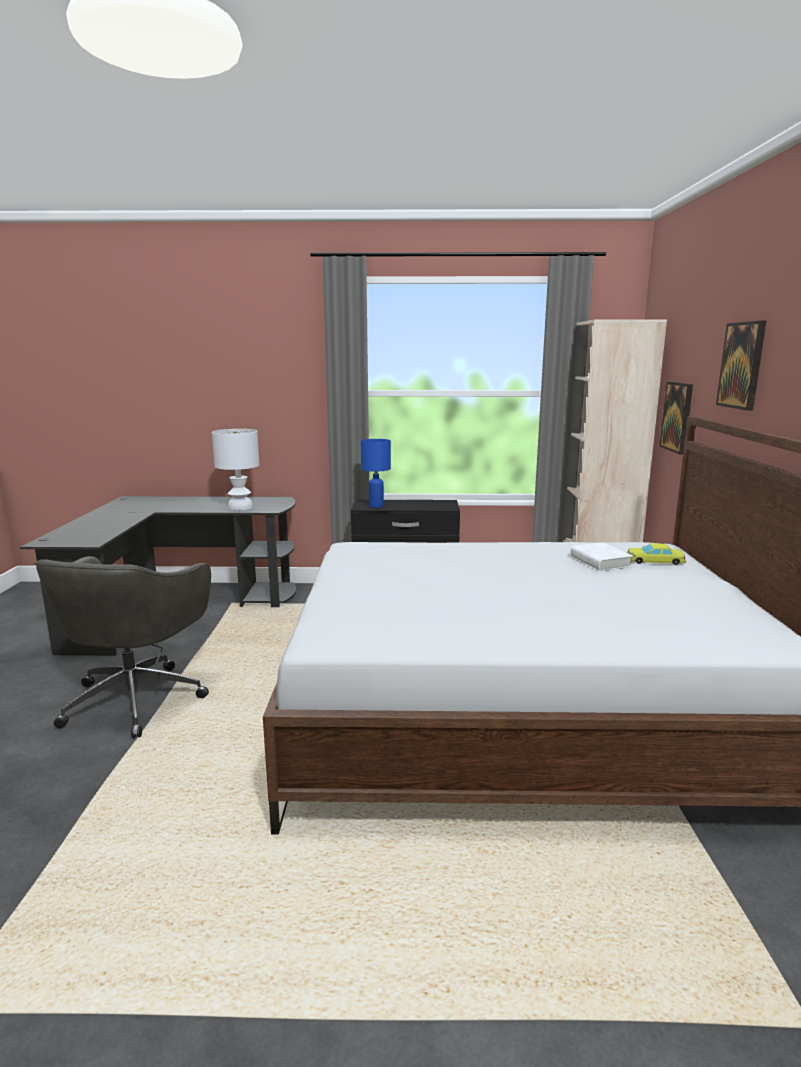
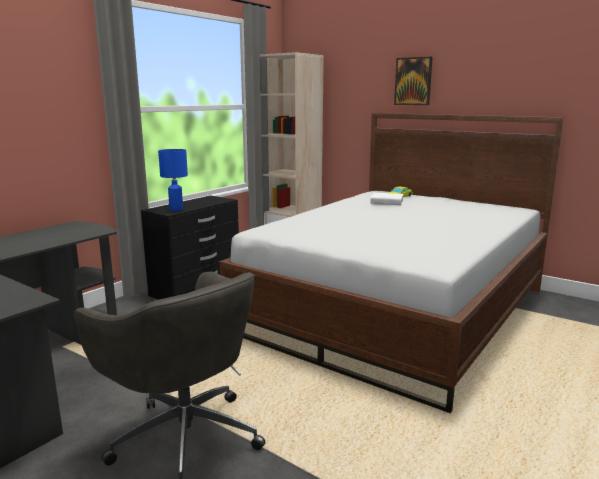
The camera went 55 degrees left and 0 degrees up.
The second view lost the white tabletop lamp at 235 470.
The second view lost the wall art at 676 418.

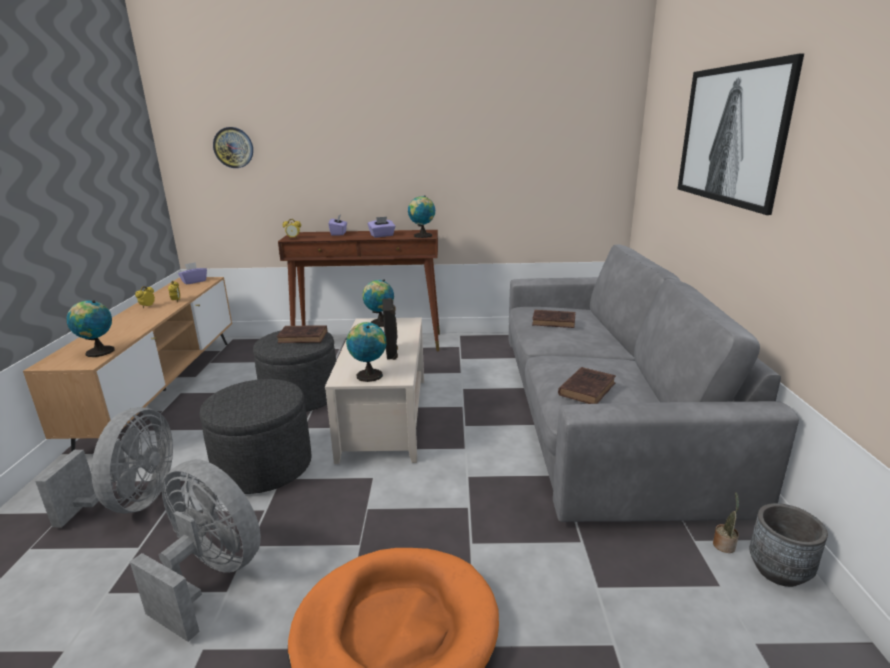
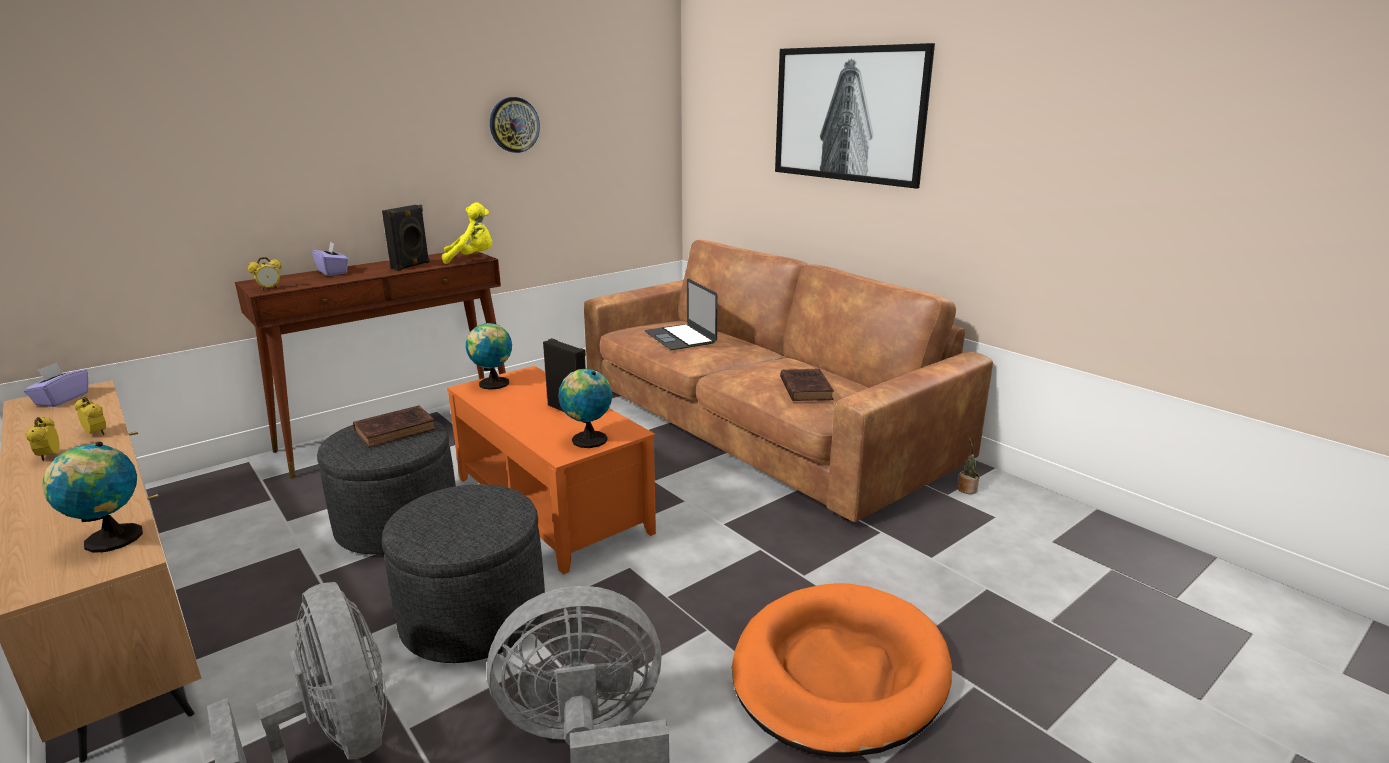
The camera went 40 degrees left and 0 degrees up.
The second view lost the gray planter at 788 545.
The wall clock ended up elsewhere, having gone from 233 147 to 515 125.
Where the purplish box of tissues stood at 382 227, the black loudspeaker came to stand at 406 238.
Where the desk globe stood at 421 216, the yellow plush toy came to stand at 467 233.
Where the brown-coloured book stood at 553 319, the portable computer came to stand at 681 314.
What was the sand-coloured low table at 374 391 turned into the orange low table at 551 470.
What was the gray sofa at 654 383 turned into the brown-coloured sofa at 788 381.

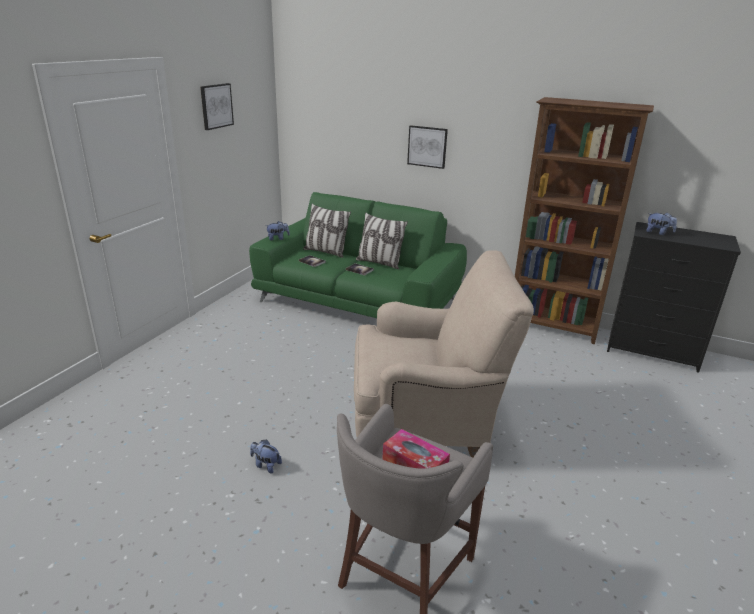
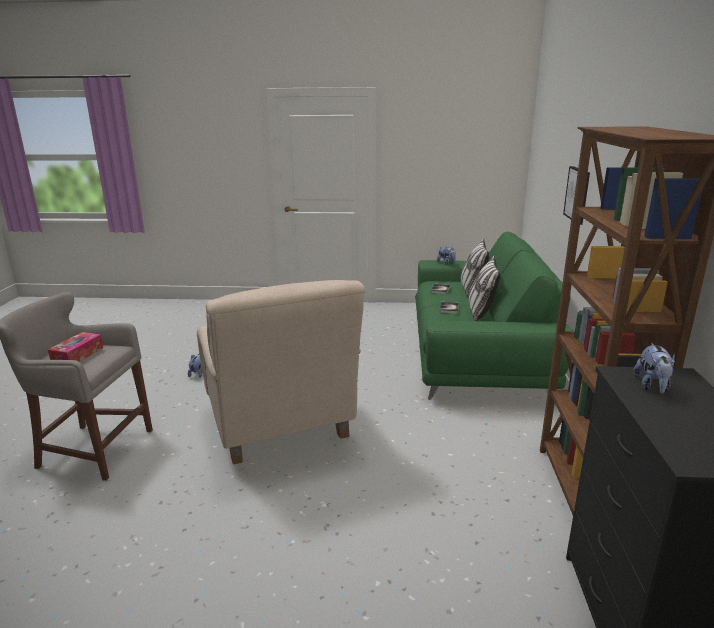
The camera went 70 degrees right and 5 degrees down.
The second view lost the wall art at 217 106.

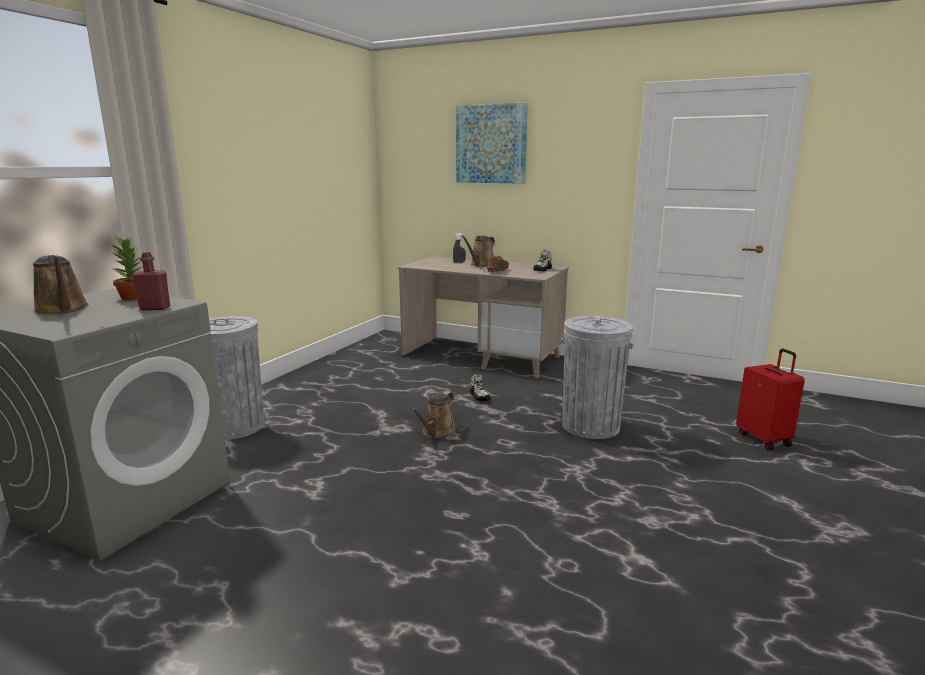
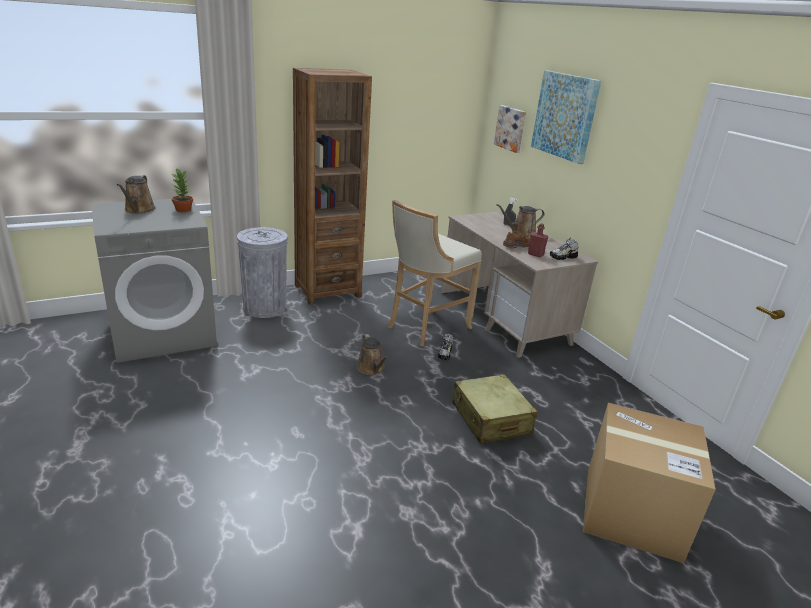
The camera went 35 degrees right and 10 degrees up.
The second view gained the brown-coloured shelving unit at 332 186.
The second view gained the sand-coloured stool at 435 273.
The second view gained the wall art at 510 129.
The red-coloured drink bottle ended up elsewhere, having gone from 151 281 to 538 240.
Where the gray rubbish bin stood at 597 377, the sand-coloured travel case came to stand at 495 409.
Where the red-coloured travel case stood at 770 399, the cardboard box came to stand at 649 483.
The brown-coloured sprinkling can at 433 415 ended up facing another way, 90 degrees counterclockwise from before.

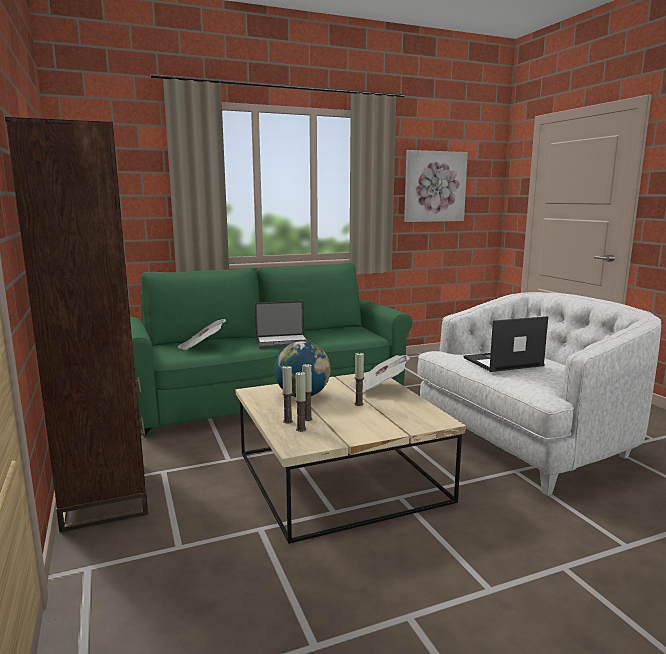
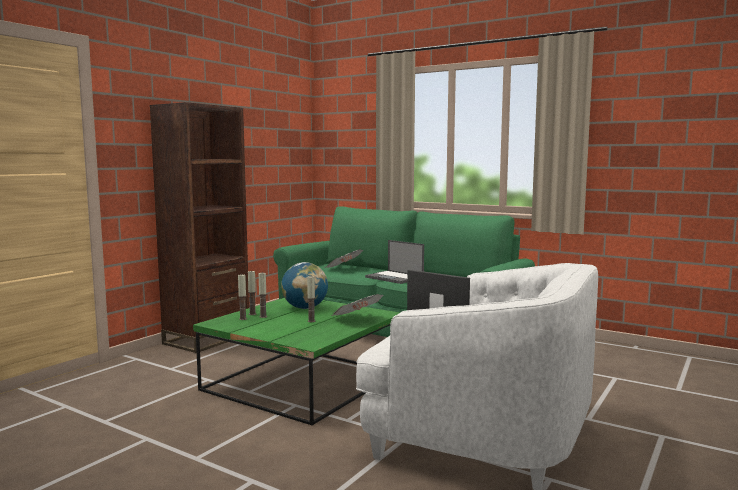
The camera went 55 degrees right and 5 degrees down.
The second view lost the wall art at 436 186.
What was the sand-coloured low table at 350 458 turned into the green-coloured low table at 296 361.

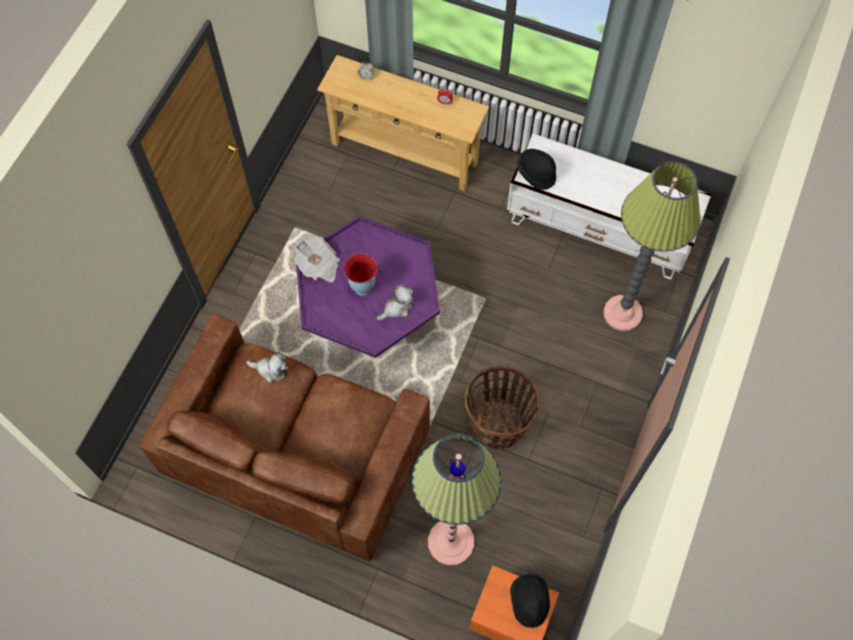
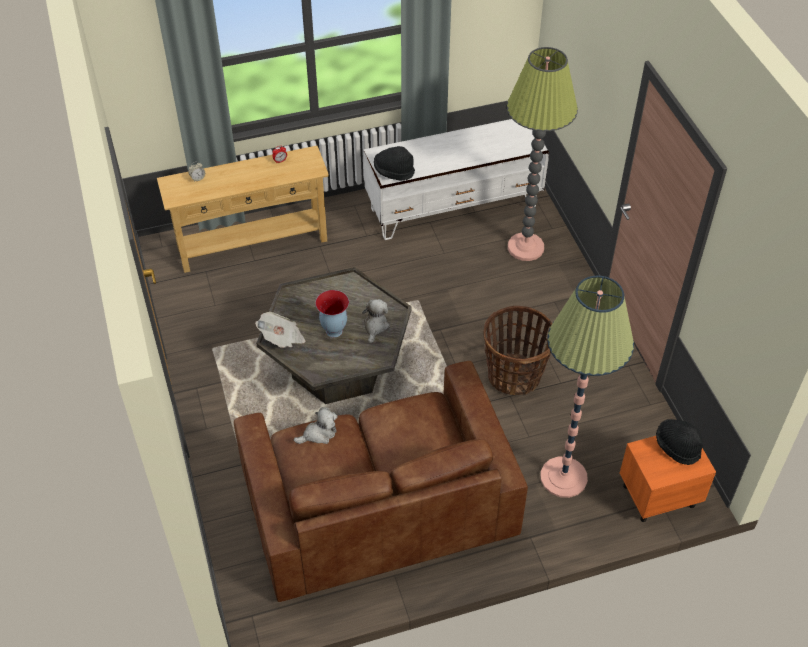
The camera went 40 degrees left and 15 degrees down.
What was the purplish low table at 368 287 turned into the gray low table at 334 335.

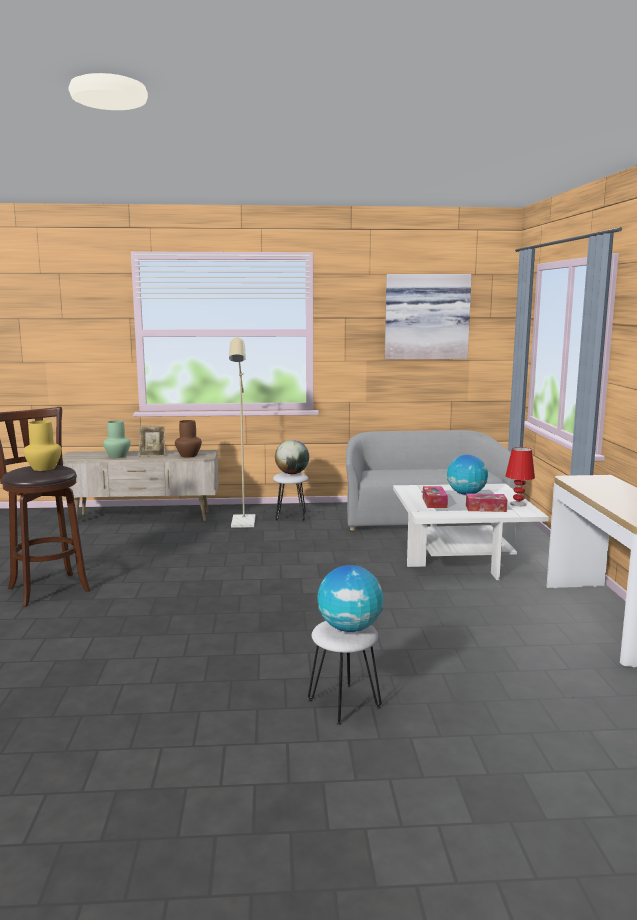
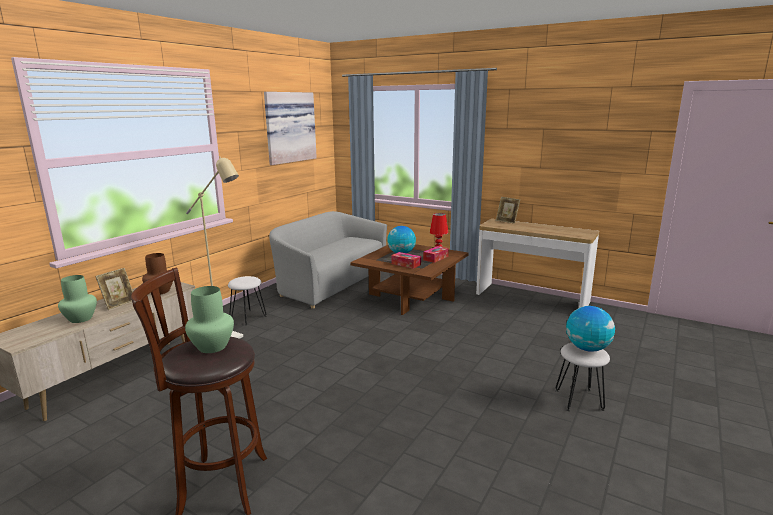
The camera went 55 degrees left and 5 degrees up.
The second view lost the desk globe at 292 457.
The second view gained the picture frame at 508 210.
What was the yellow decorative vase at 42 445 turned into the green-coloured decorative vase at 209 319.
What was the white low table at 471 532 turned into the brown-coloured low table at 409 280.

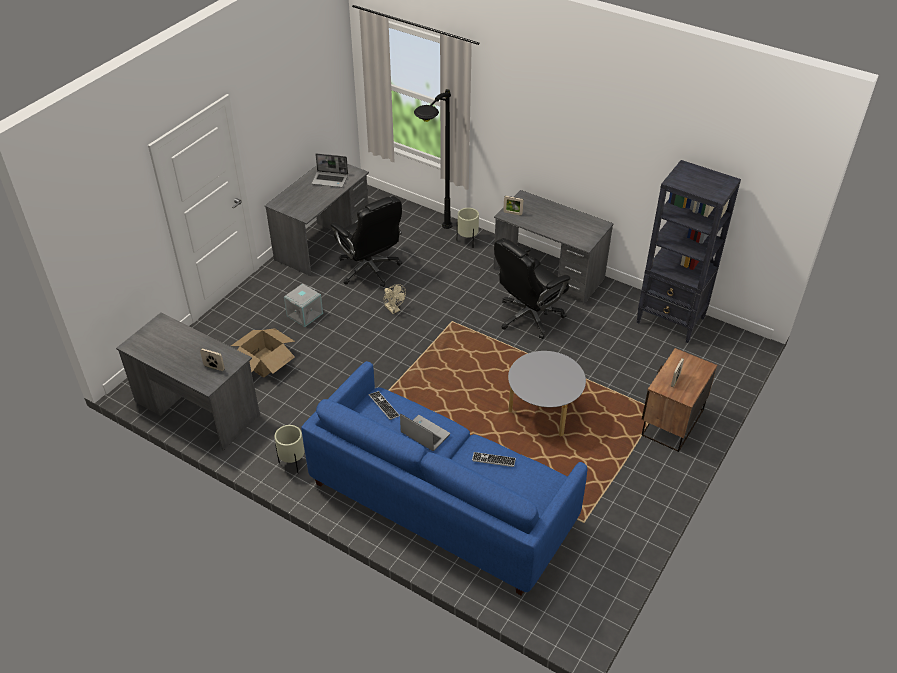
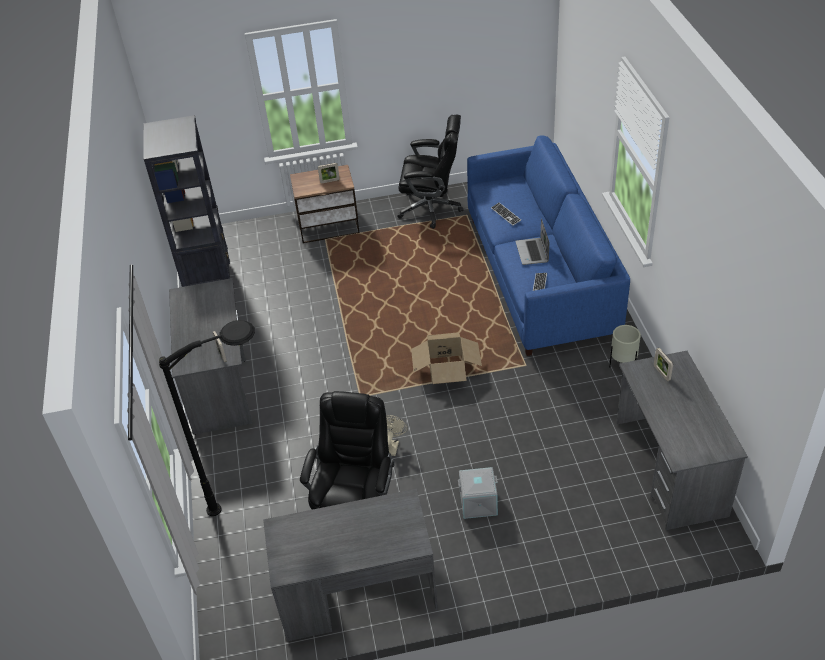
The camera went 130 degrees left and 0 degrees up.
The second view lost the portable computer at 330 170.
The second view lost the sand-coloured planter at 468 226.
The second view lost the gray low table at 547 394.
The cardboard box ended up elsewhere, having gone from 263 353 to 446 358.
The black office chair ended up elsewhere, having gone from 532 288 to 430 172.

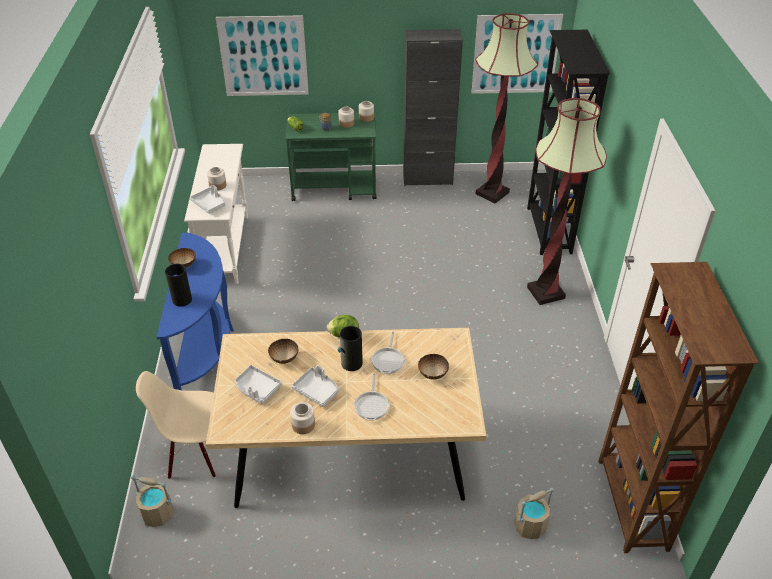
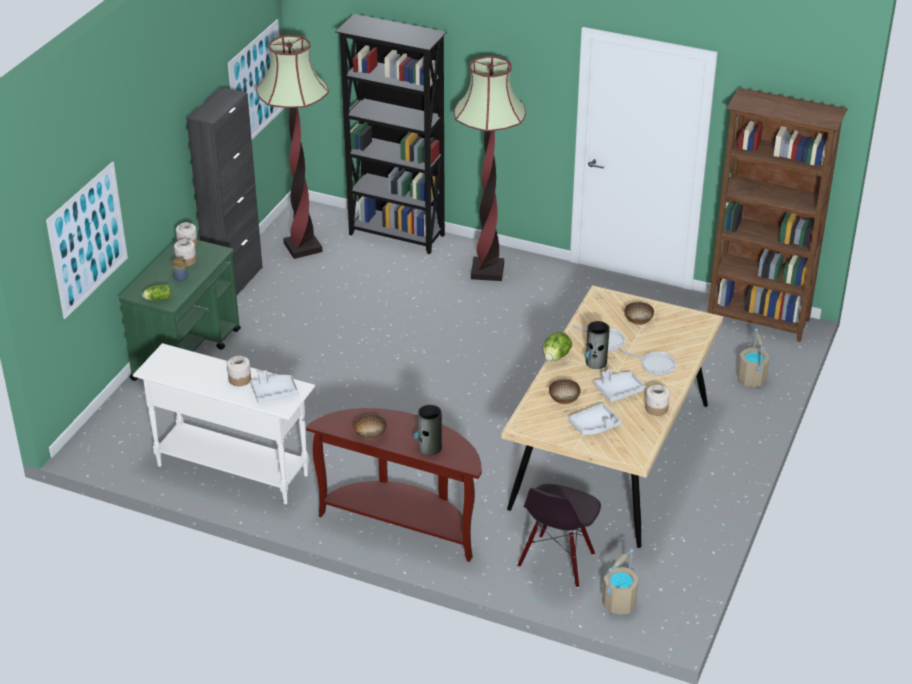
The camera went 65 degrees left and 5 degrees down.
What was the sand-coloured chair at 176 425 turned into the black chair at 559 536.
What was the bluish console table at 195 311 turned into the brown-coloured console table at 394 485.

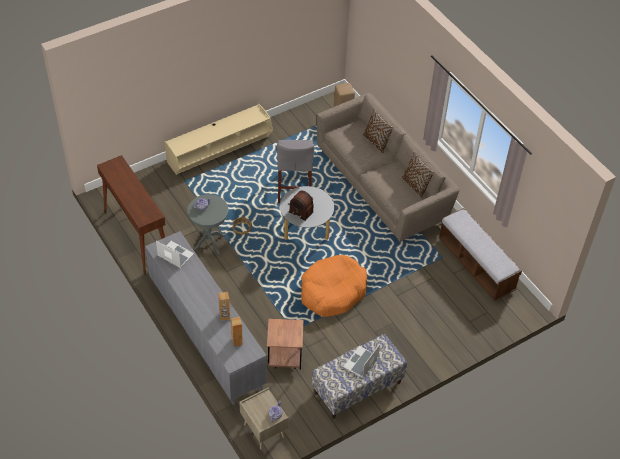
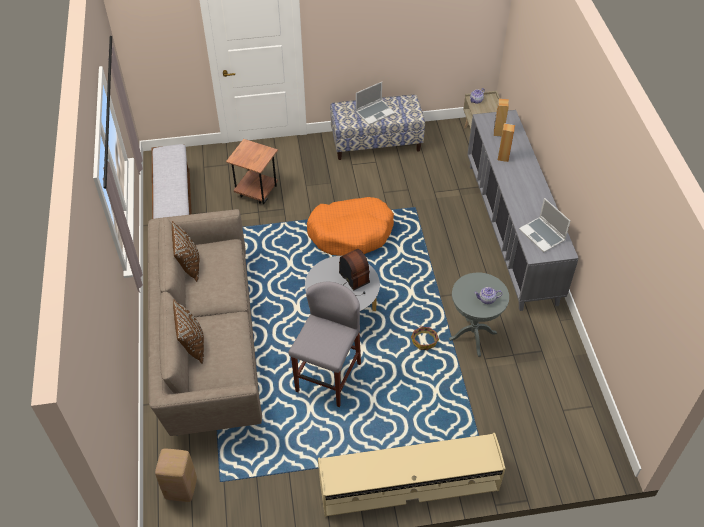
The camera went 155 degrees left and 0 degrees up.
The second view lost the brown-coloured console table at 131 215.
The brown-coloured accent table ended up elsewhere, having gone from 285 344 to 252 171.

